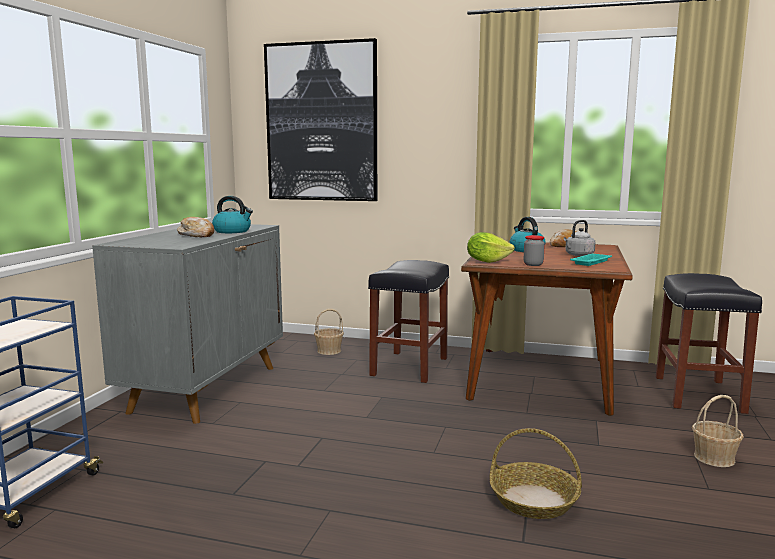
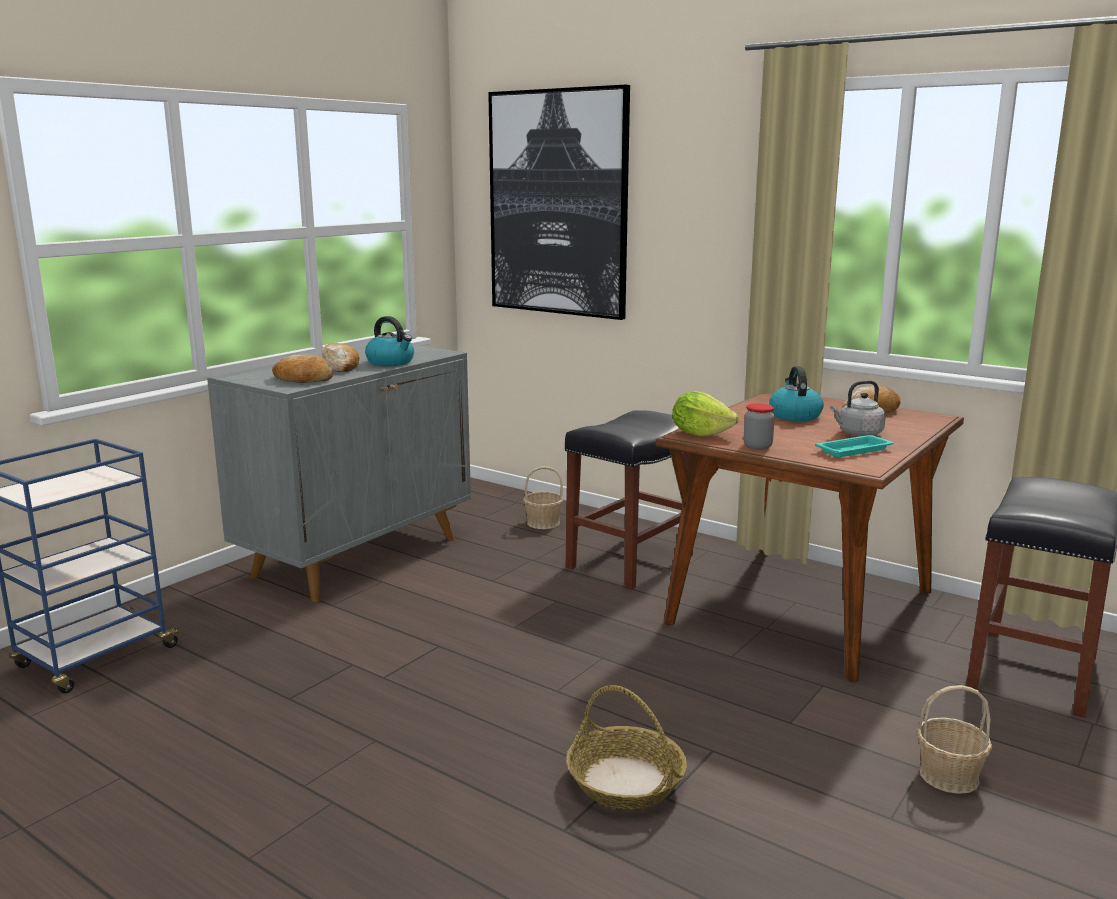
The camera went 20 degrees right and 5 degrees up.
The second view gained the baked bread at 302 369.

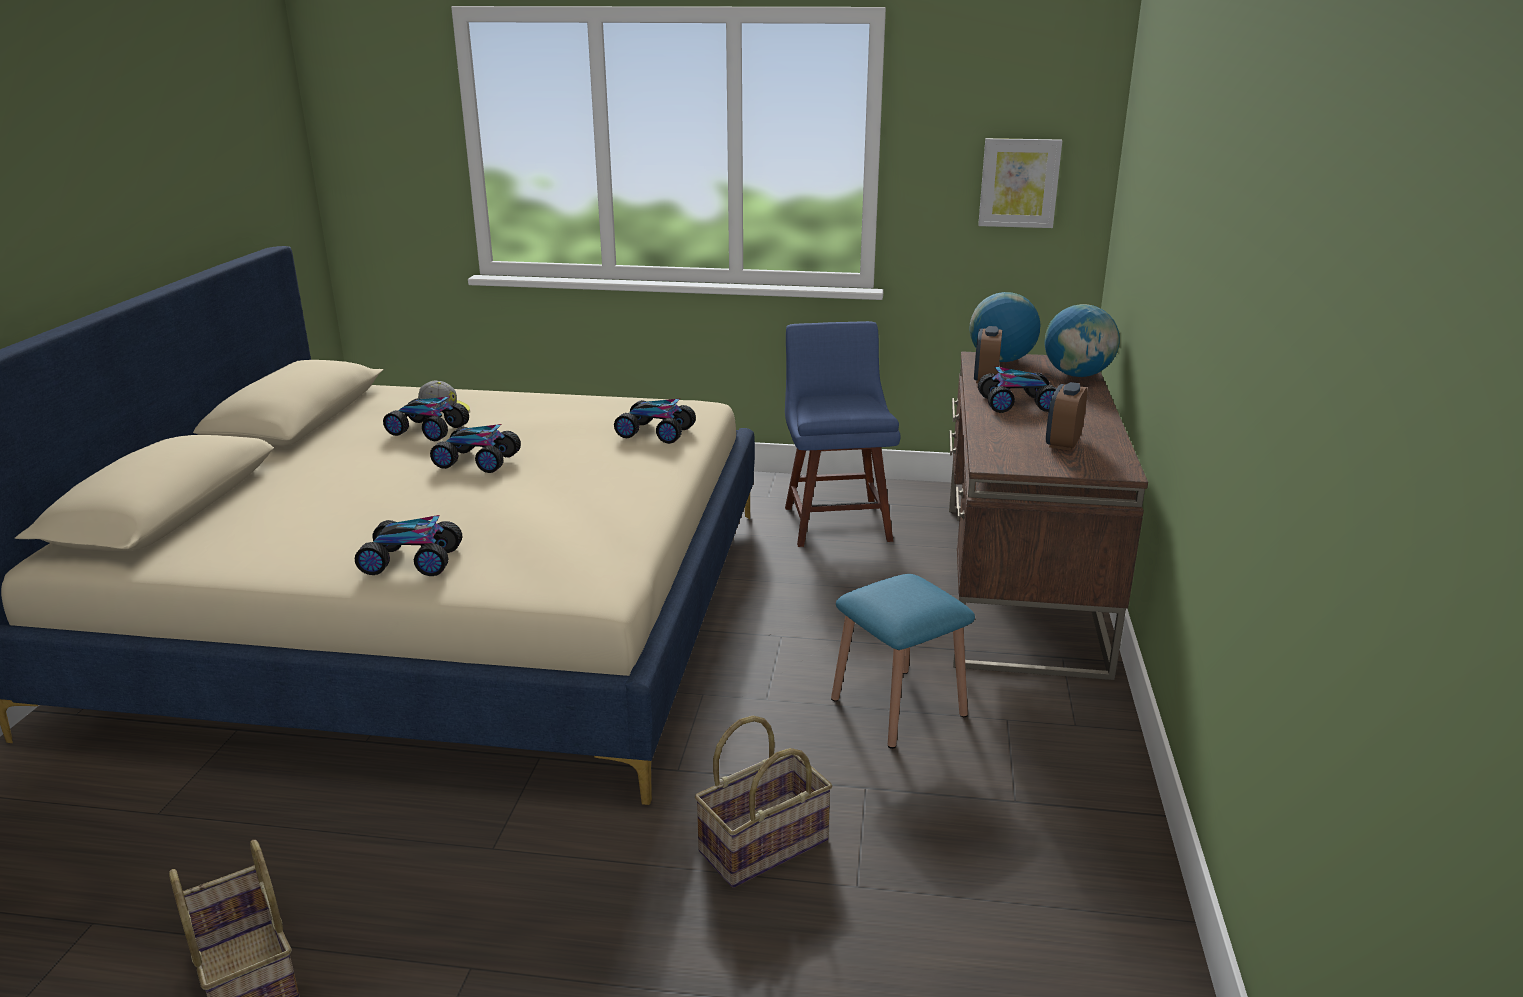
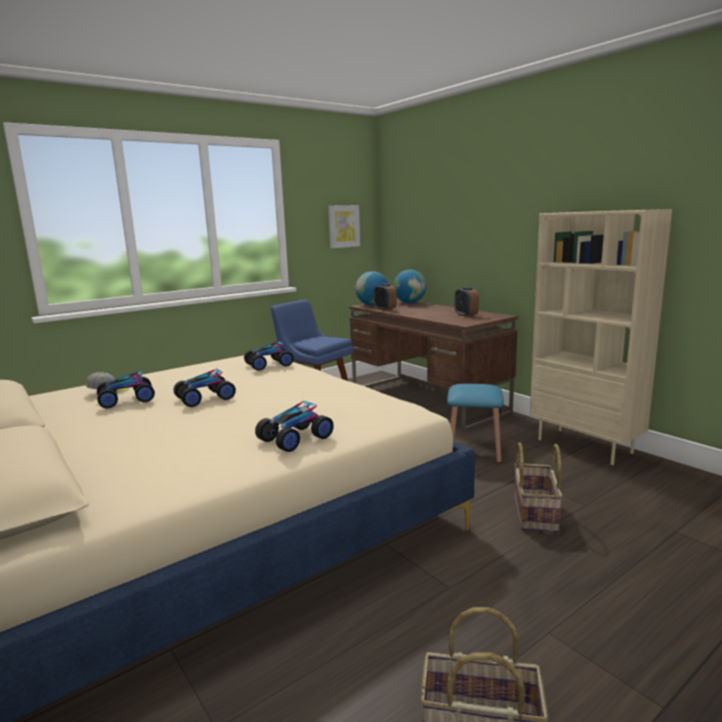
The camera went 45 degrees left and 10 degrees down.
The second view lost the model car at 1017 389.
The second view gained the sand-coloured shelving unit at 601 337.

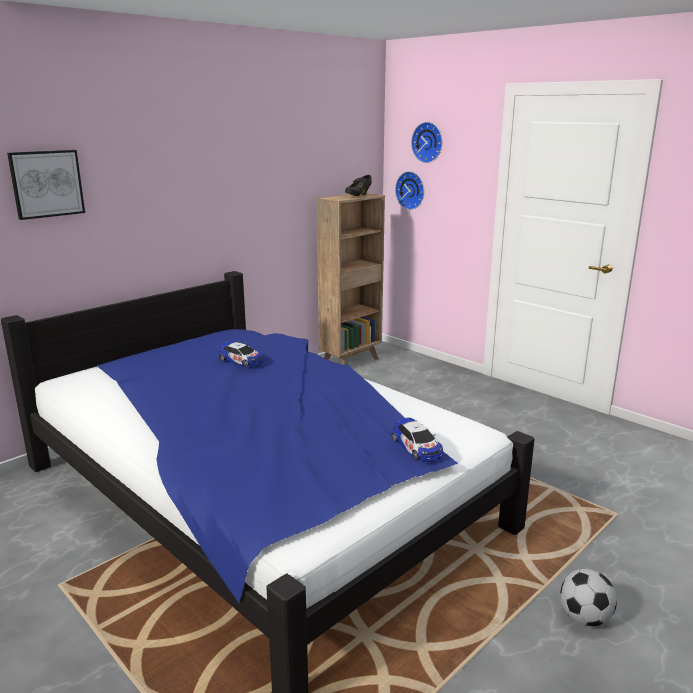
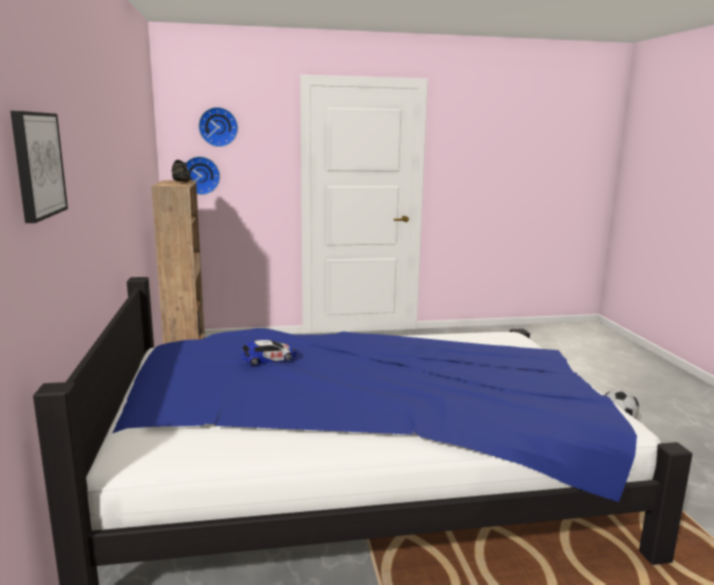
The camera went 55 degrees left and 5 degrees down.
The second view lost the model car at 417 440.

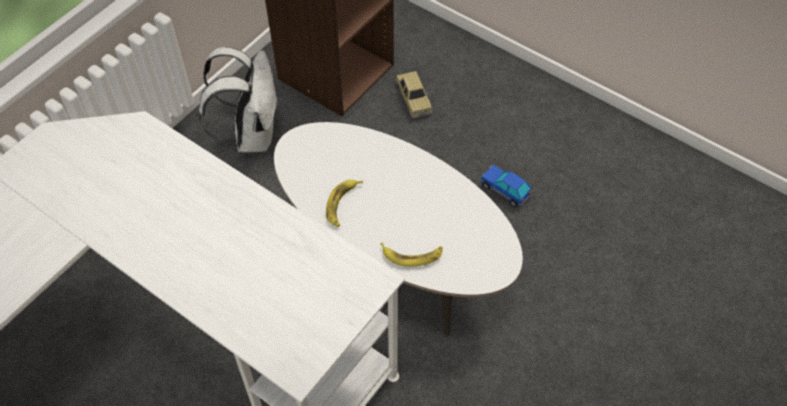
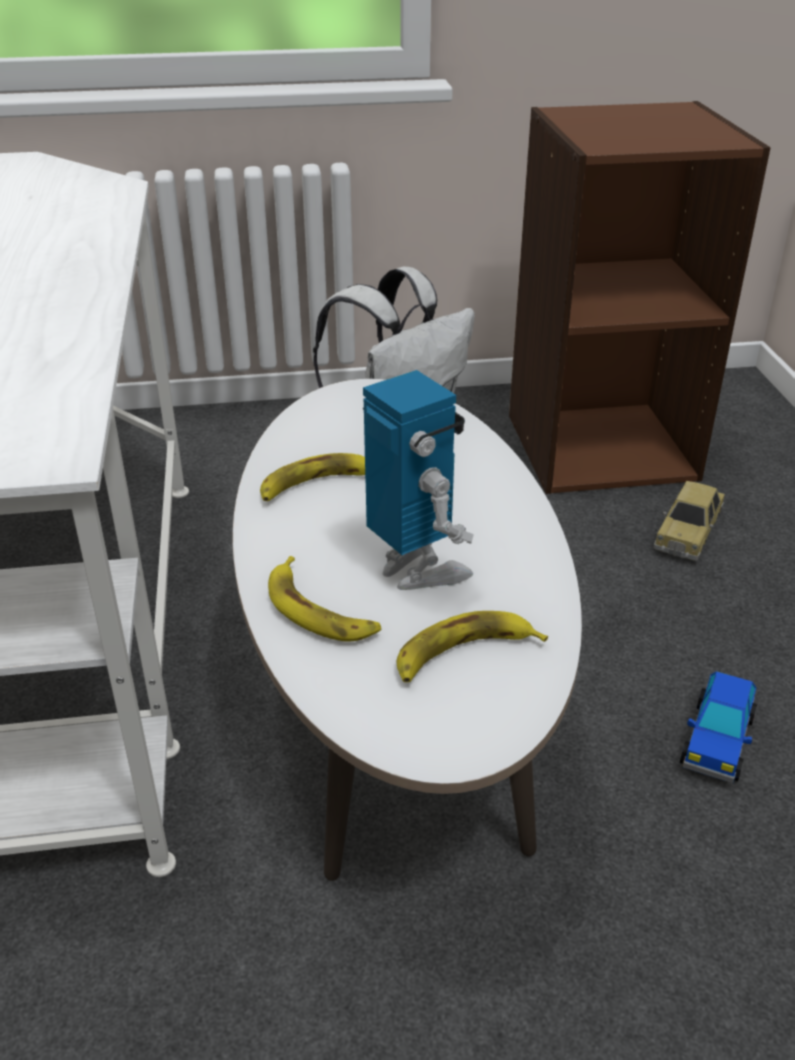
The camera went 45 degrees right and 20 degrees down.
The second view gained the toy robot at 418 480.
The second view gained the banana fruit at 472 646.
The model car at 506 186 ended up facing another way, 150 degrees counterclockwise from before.

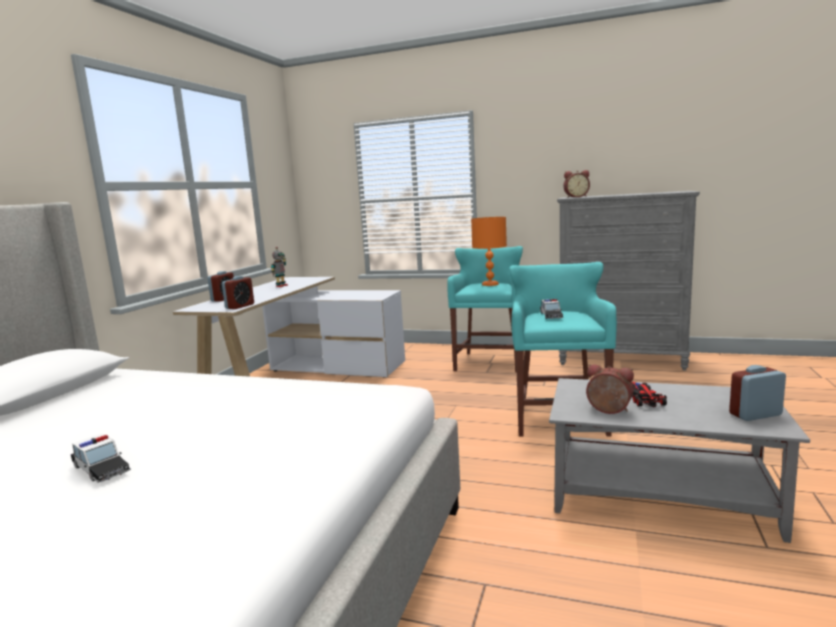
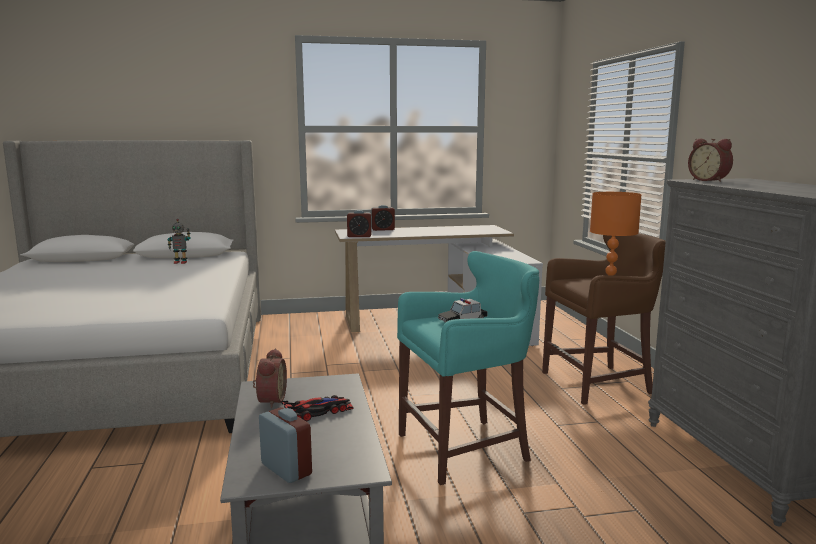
The camera went 60 degrees right and 0 degrees up.
The second view lost the model car at 101 458.
The toy robot ended up elsewhere, having gone from 279 267 to 179 241.
What was the turquoise stool at 485 309 turned into the brown-coloured stool at 604 319.

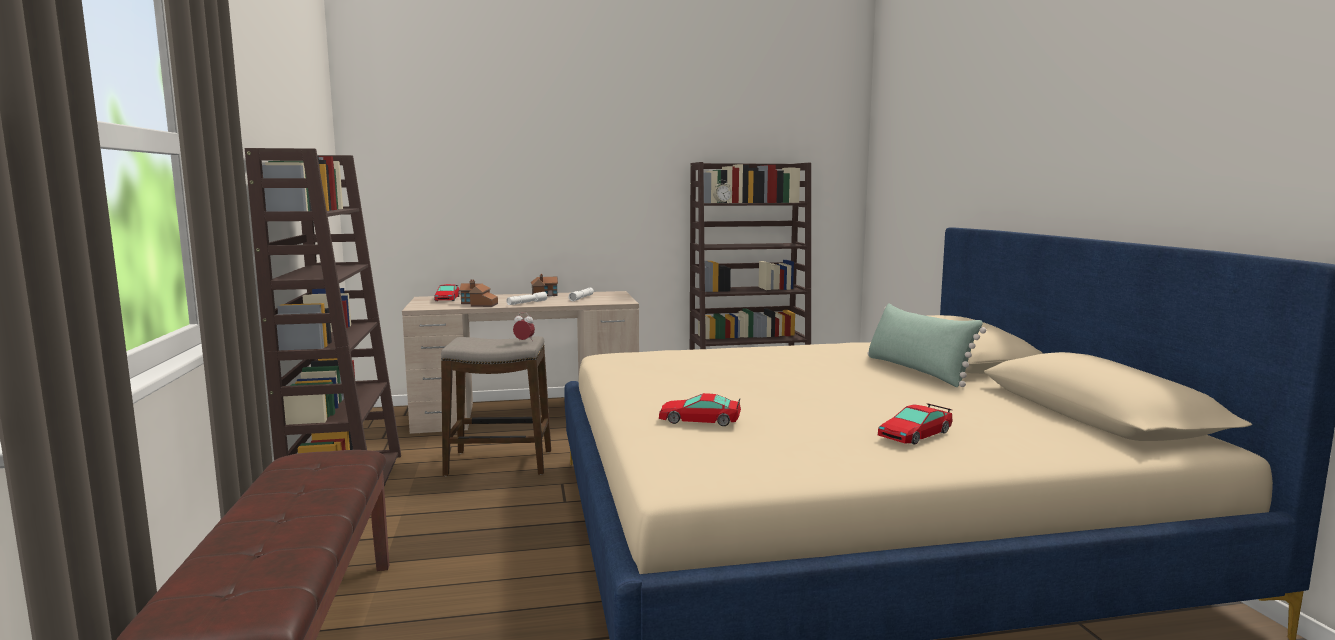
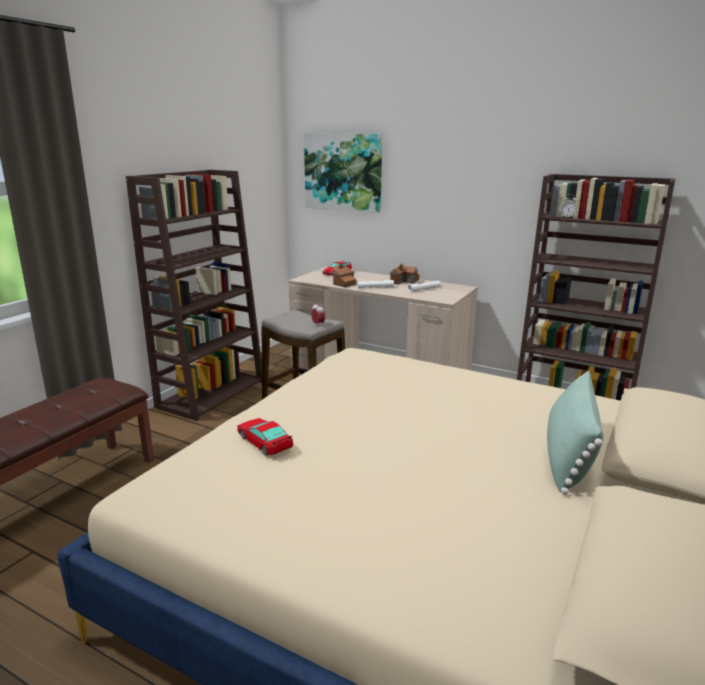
The camera went 40 degrees right and 10 degrees up.
The second view lost the model car at 915 424.
The second view gained the wall art at 343 173.

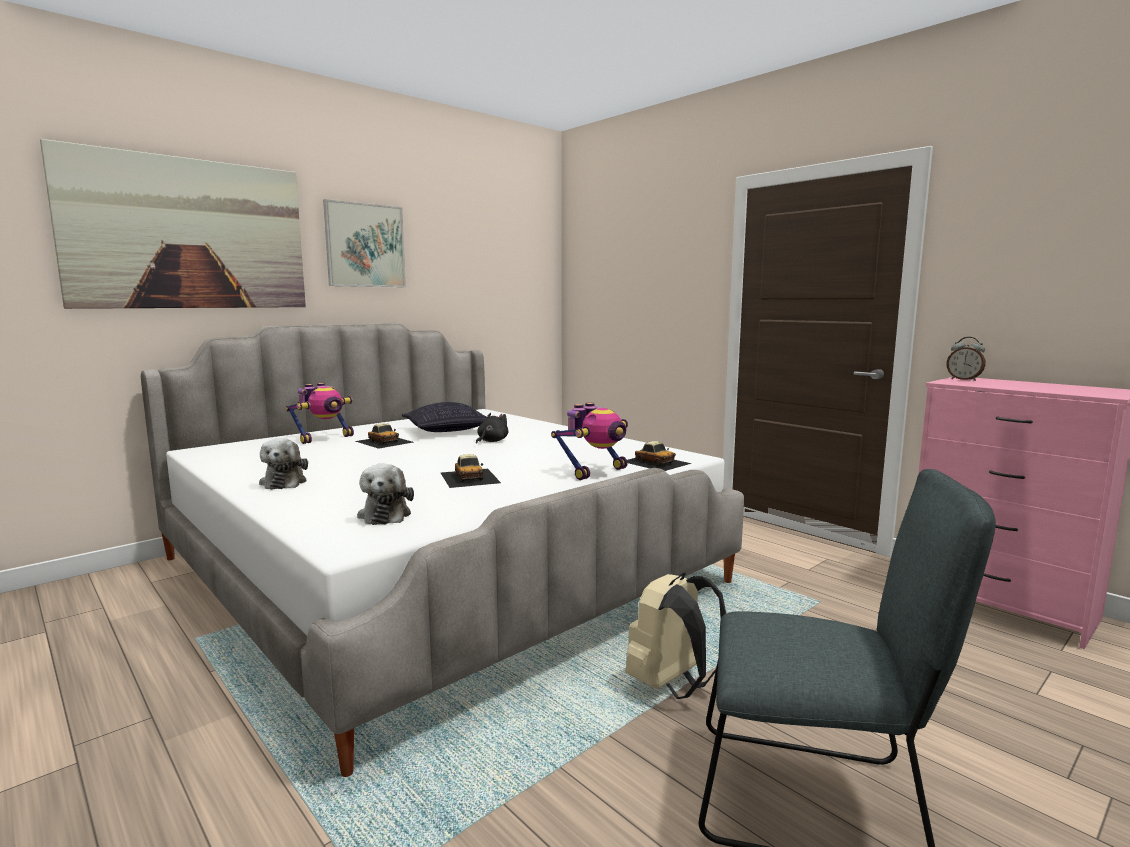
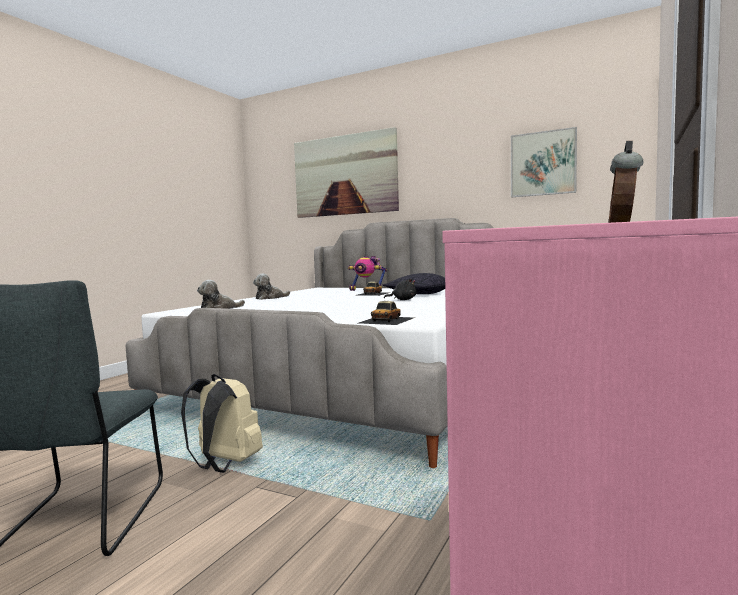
The camera went 70 degrees right and 5 degrees down.
The second view lost the model car at 471 471.
The second view lost the toy robot at 589 441.
The wall art ended up elsewhere, having gone from 364 243 to 544 162.

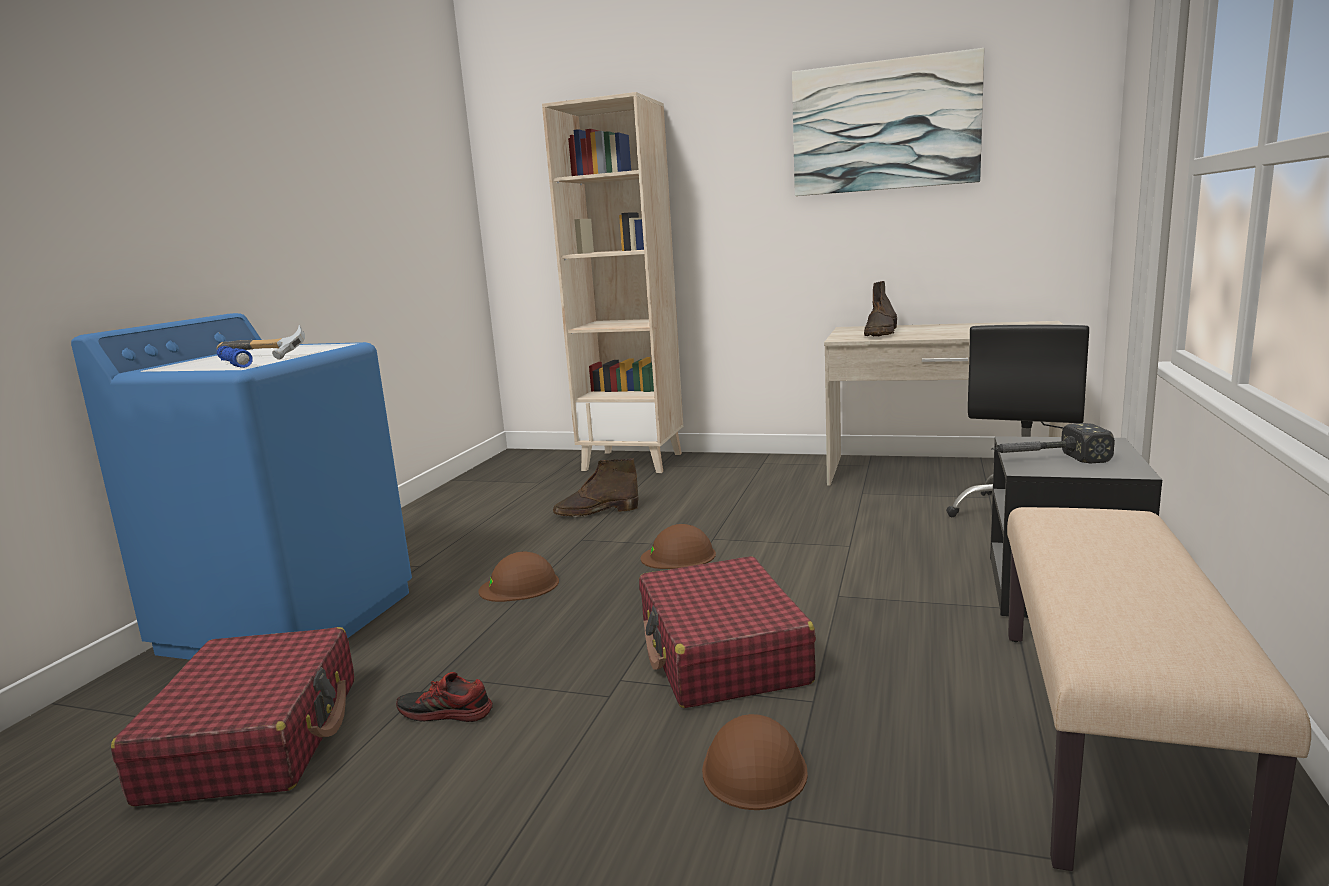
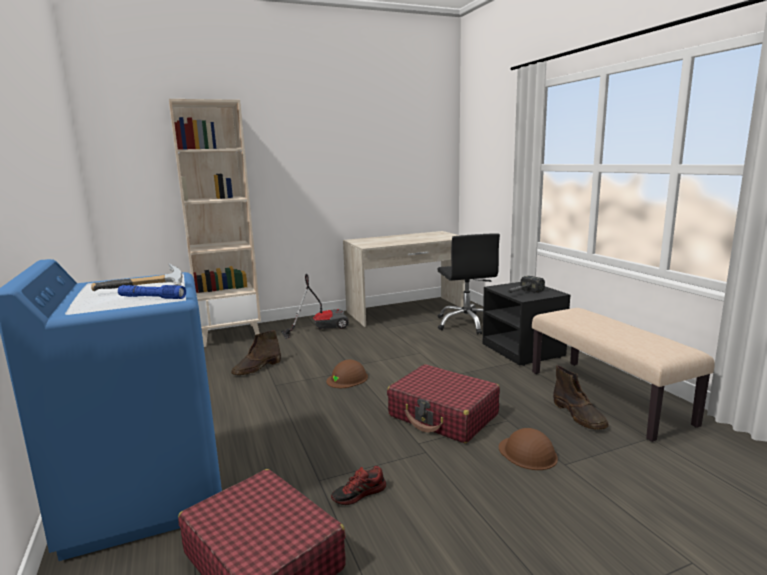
The camera went 40 degrees left and 0 degrees up.
The second view lost the brown-coloured hard hat at 518 577.
The second view lost the wall art at 888 122.
The second view gained the hoover at 315 306.
The brown-coloured boot ended up elsewhere, having gone from 880 308 to 581 397.

